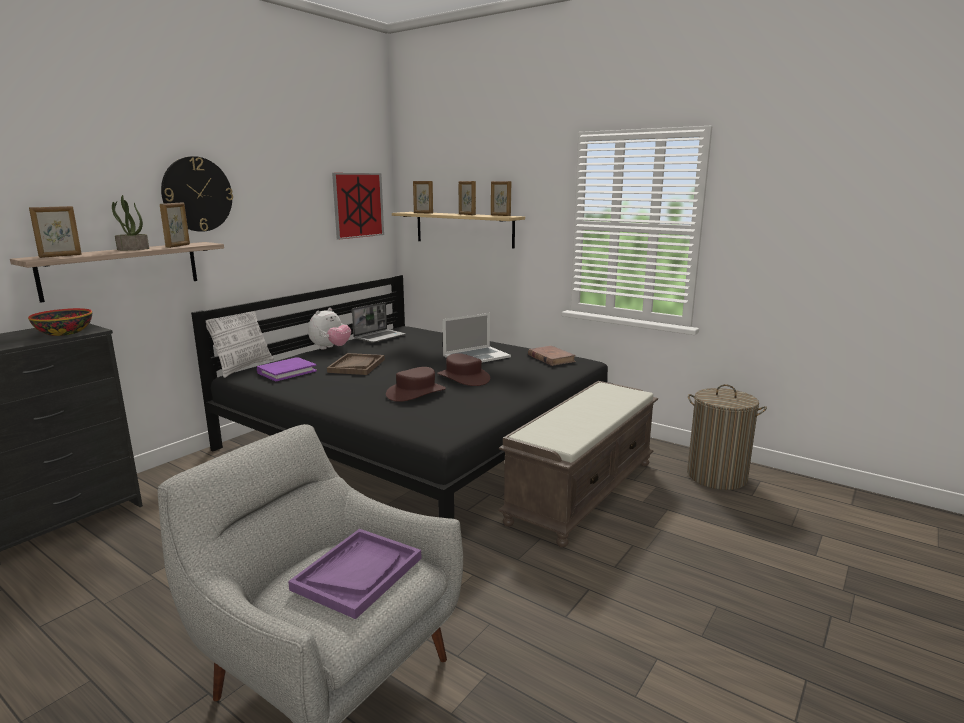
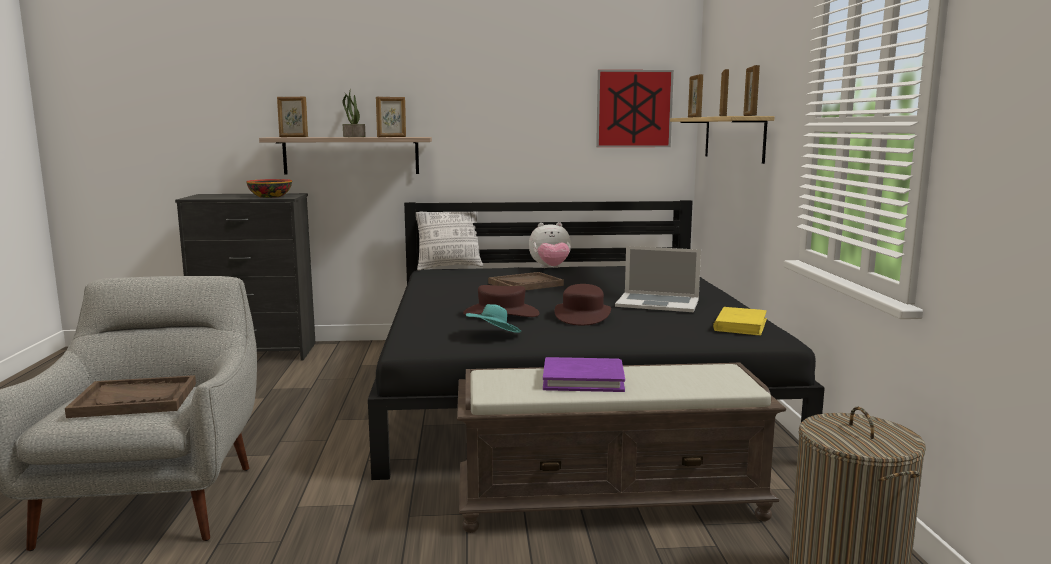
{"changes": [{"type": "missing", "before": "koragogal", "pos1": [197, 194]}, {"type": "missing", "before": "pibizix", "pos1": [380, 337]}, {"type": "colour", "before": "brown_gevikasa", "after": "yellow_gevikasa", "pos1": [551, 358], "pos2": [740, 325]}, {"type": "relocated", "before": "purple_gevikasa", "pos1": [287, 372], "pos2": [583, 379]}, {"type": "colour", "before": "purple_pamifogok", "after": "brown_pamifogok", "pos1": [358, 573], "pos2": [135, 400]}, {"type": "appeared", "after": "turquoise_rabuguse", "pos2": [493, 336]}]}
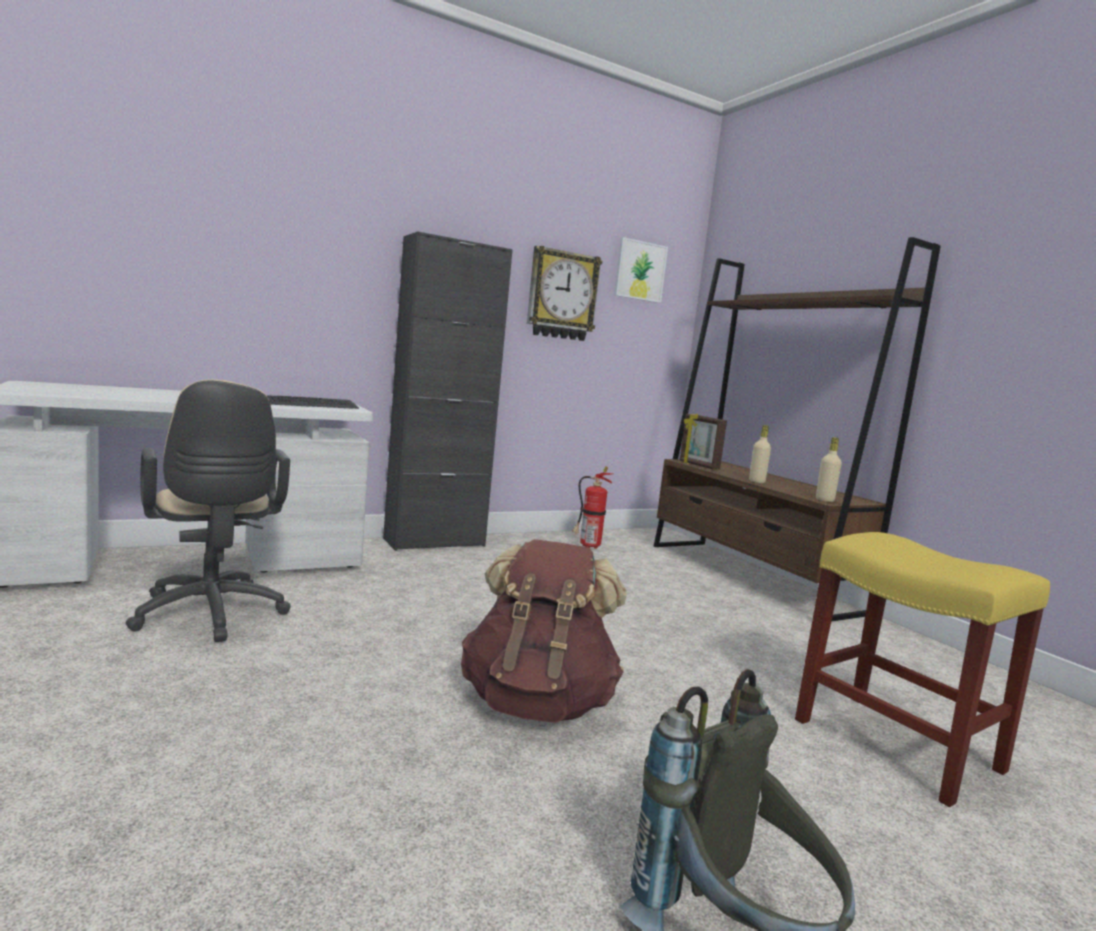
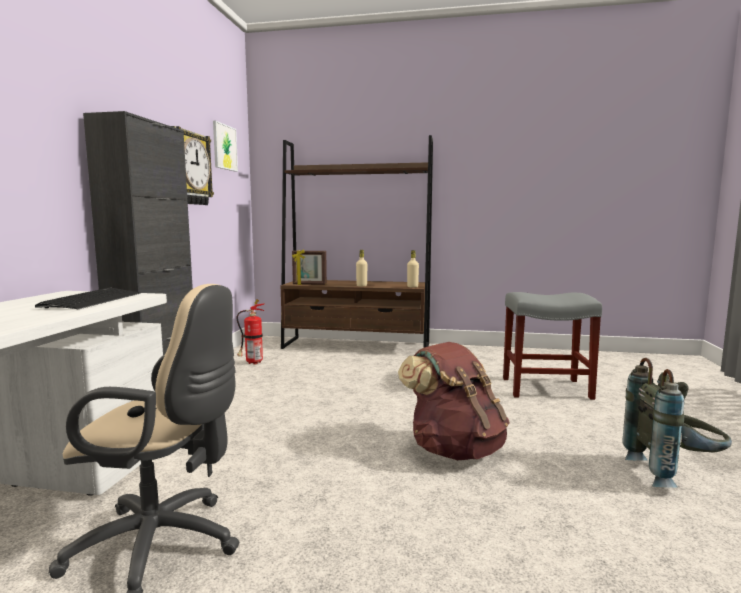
{"changes": [{"type": "colour", "before": "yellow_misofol", "after": "grey_misofol", "pos1": [893, 743], "pos2": [544, 388]}]}
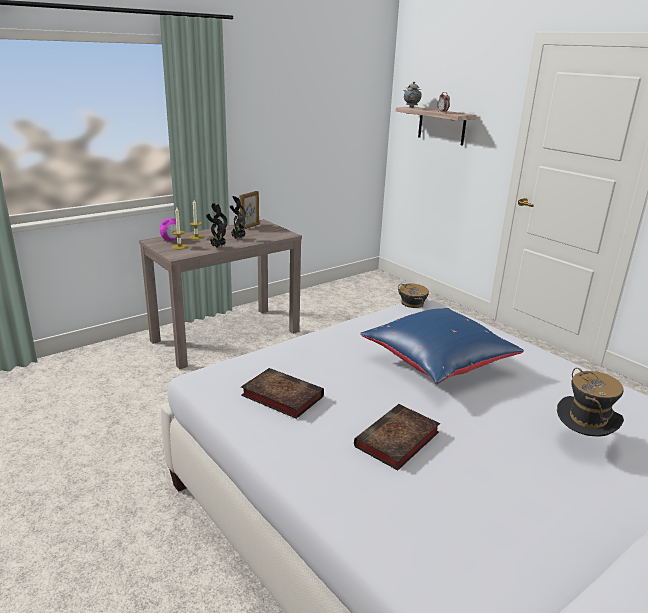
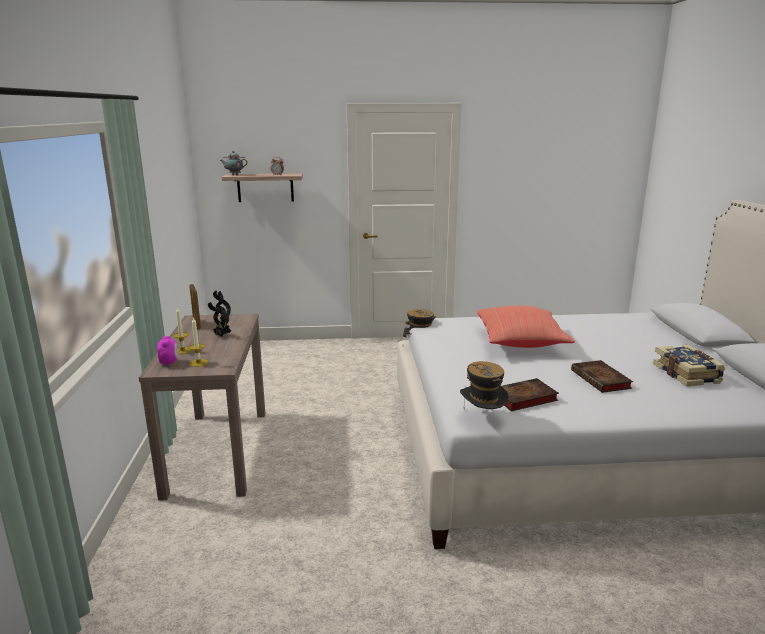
{"changes": [{"type": "missing", "before": "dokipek", "pos1": [218, 247]}, {"type": "colour", "before": "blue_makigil", "after": "red_makigil", "pos1": [439, 364], "pos2": [521, 342]}, {"type": "relocated", "before": "rabuguse", "pos1": [581, 444], "pos2": [482, 419]}, {"type": "appeared", "after": "gevikasa", "pos2": [687, 374]}]}
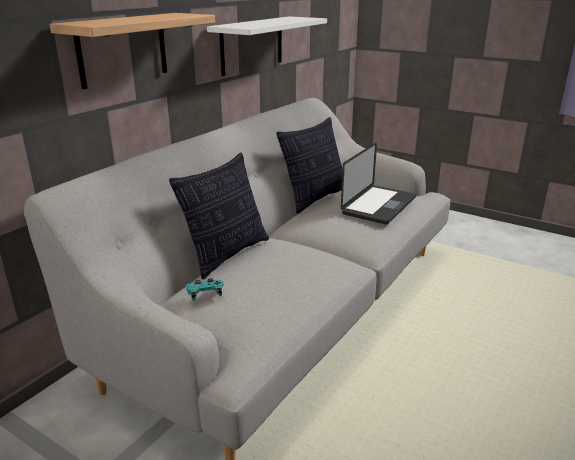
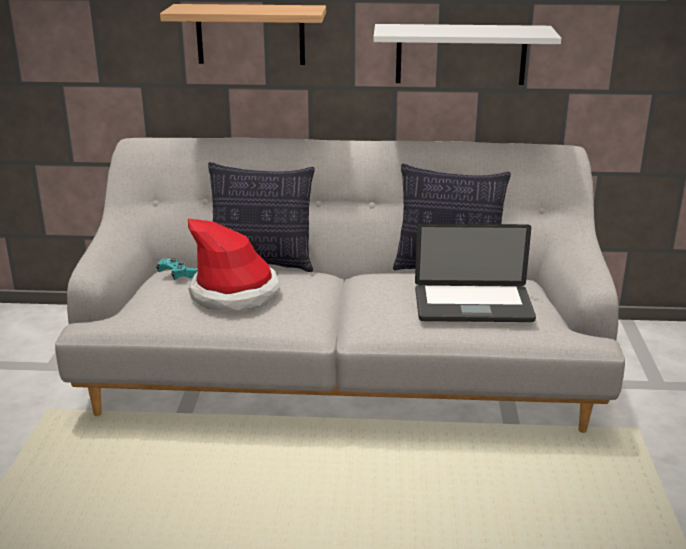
{"changes": [{"type": "appeared", "after": "rabuguse", "pos2": [235, 293]}]}
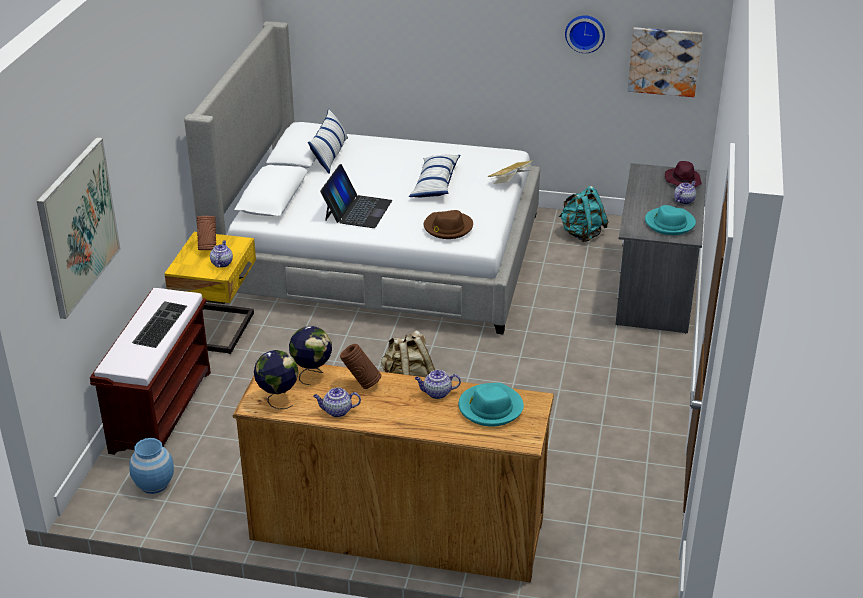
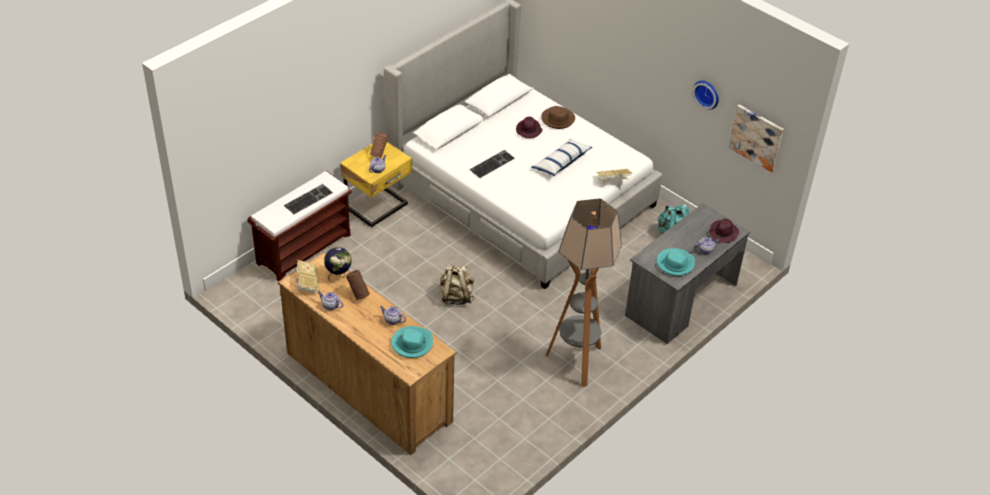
{"changes": [{"type": "missing", "before": "makigil", "pos1": [330, 155]}, {"type": "missing", "before": "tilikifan", "pos1": [78, 226]}, {"type": "exchanged", "before": "pibizix", "after": "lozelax", "pos1": [357, 210], "pos2": [492, 163]}, {"type": "relocated", "before": "brown_rabuguse", "pos1": [447, 227], "pos2": [557, 119]}, {"type": "exchanged", "before": "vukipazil", "after": "gevikasa", "pos1": [278, 398], "pos2": [307, 283]}, {"type": "missing", "before": "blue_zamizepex", "pos1": [154, 484]}, {"type": "appeared", "after": "purple_rabuguse", "pos2": [529, 130]}, {"type": "appeared", "after": "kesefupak", "pos2": [576, 362]}]}
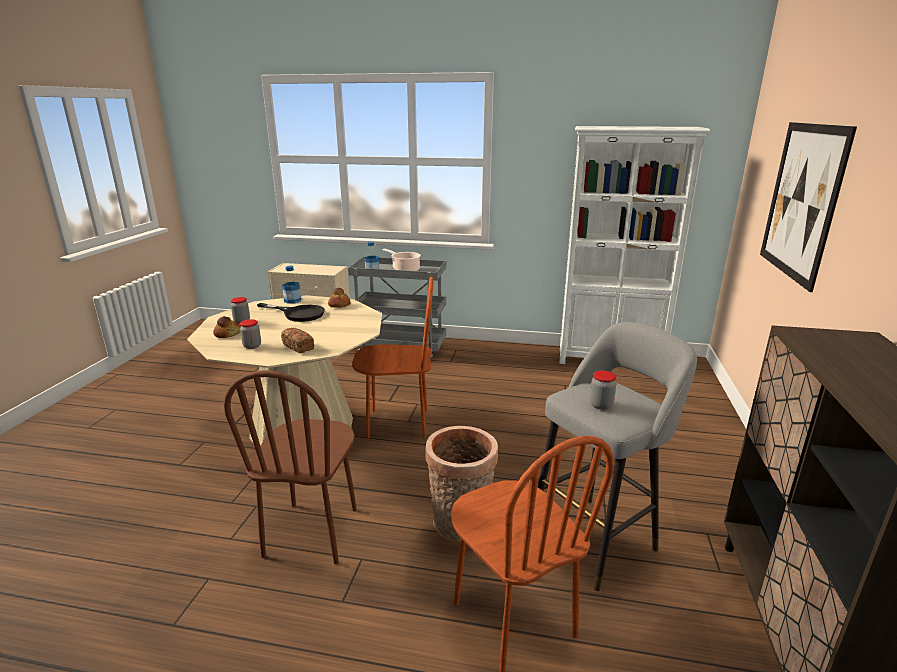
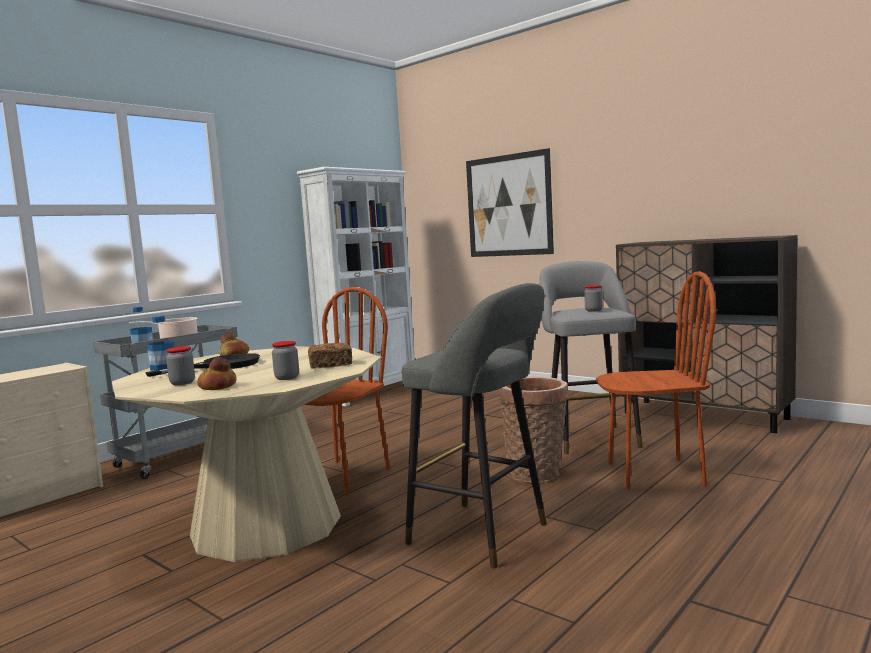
{"changes": [{"type": "exchanged", "before": "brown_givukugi", "after": "grey_misofol", "pos1": [312, 532], "pos2": [484, 535]}]}
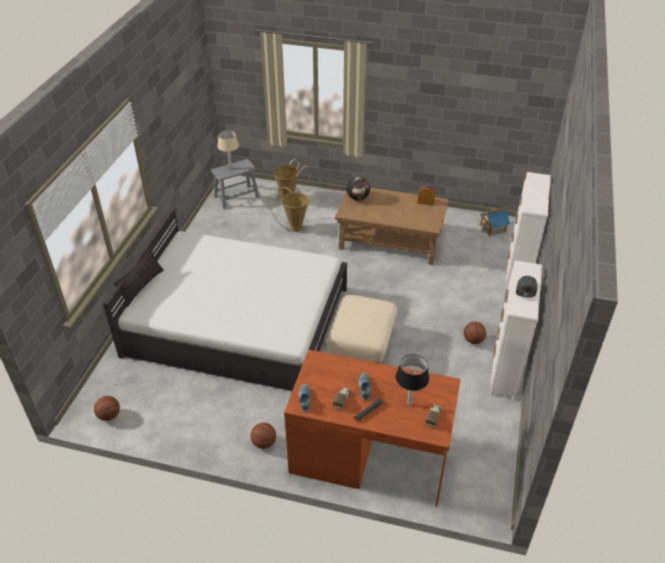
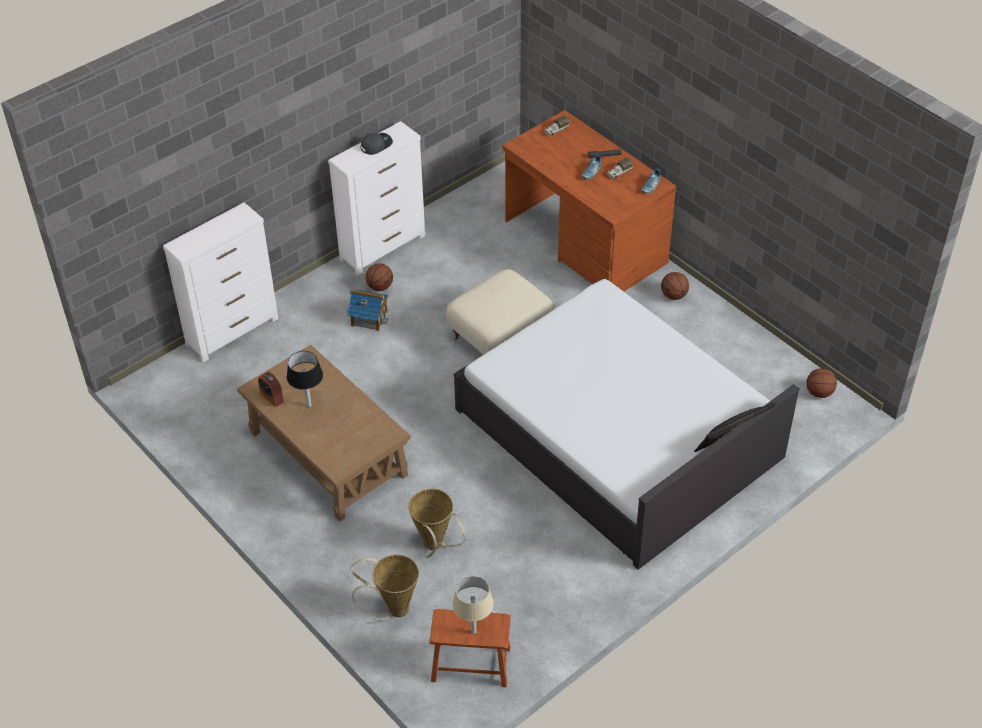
{"changes": [{"type": "colour", "before": "grey_misofol", "after": "brown_misofol", "pos1": [236, 196], "pos2": [471, 663]}, {"type": "missing", "before": "vukipazil", "pos1": [358, 198]}, {"type": "relocated", "before": "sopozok", "pos1": [493, 228], "pos2": [369, 318]}, {"type": "relocated", "before": "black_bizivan", "pos1": [409, 403], "pos2": [309, 405]}]}
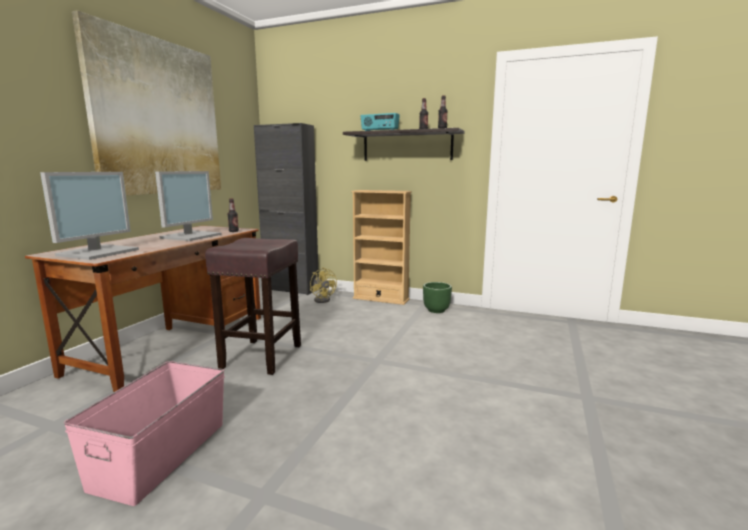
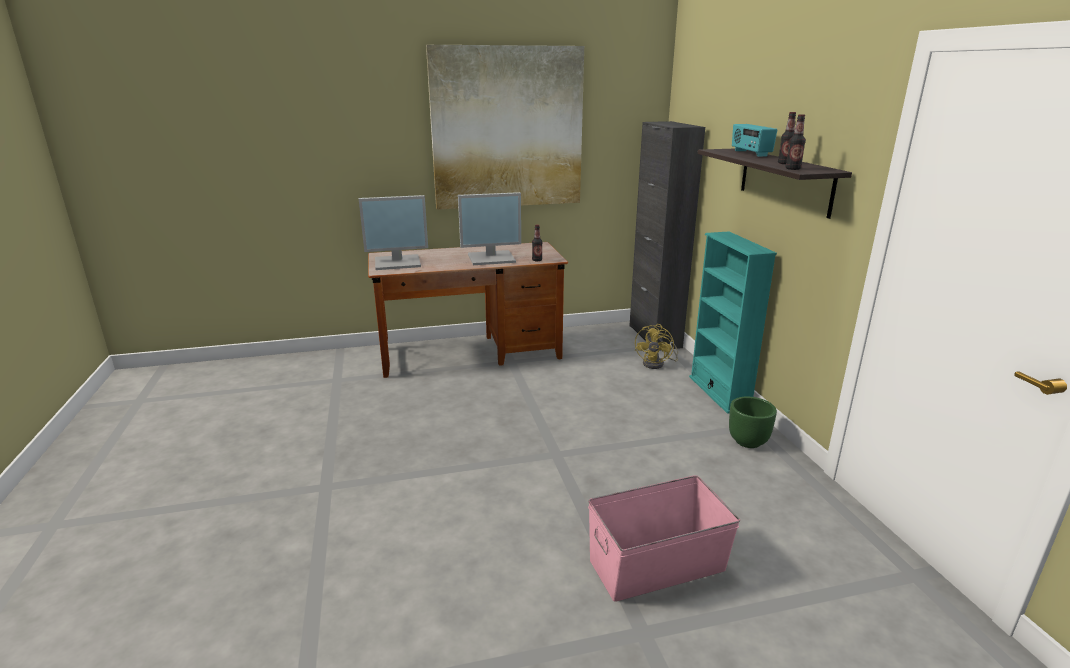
{"changes": [{"type": "colour", "before": "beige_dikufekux", "after": "turquoise_dikufekux", "pos1": [381, 299], "pos2": [719, 393]}, {"type": "missing", "before": "brown_misofol", "pos1": [261, 357]}, {"type": "relocated", "before": "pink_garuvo", "pos1": [162, 454], "pos2": [658, 565]}]}
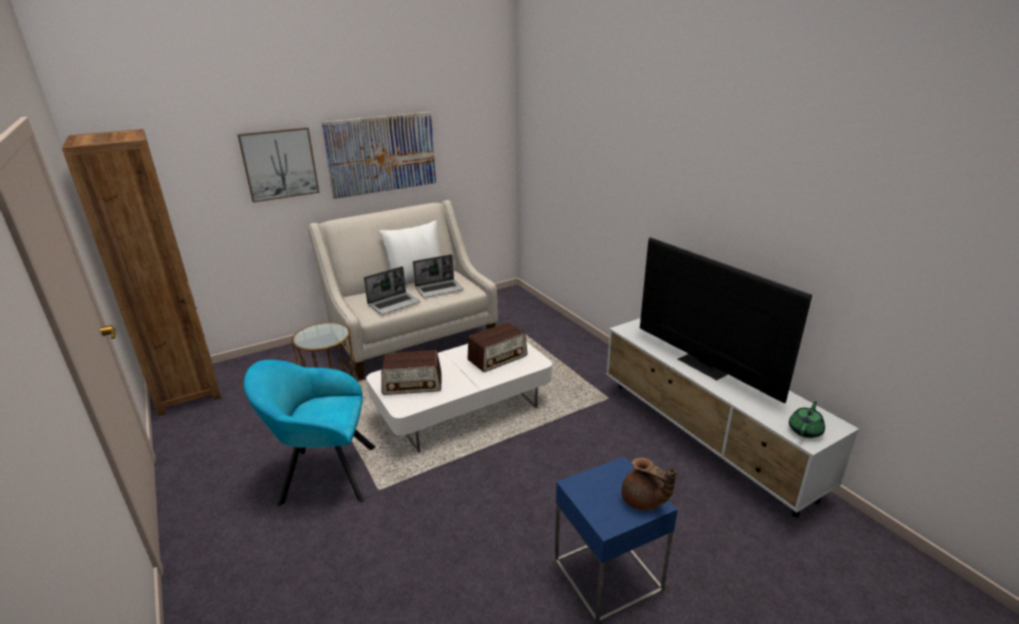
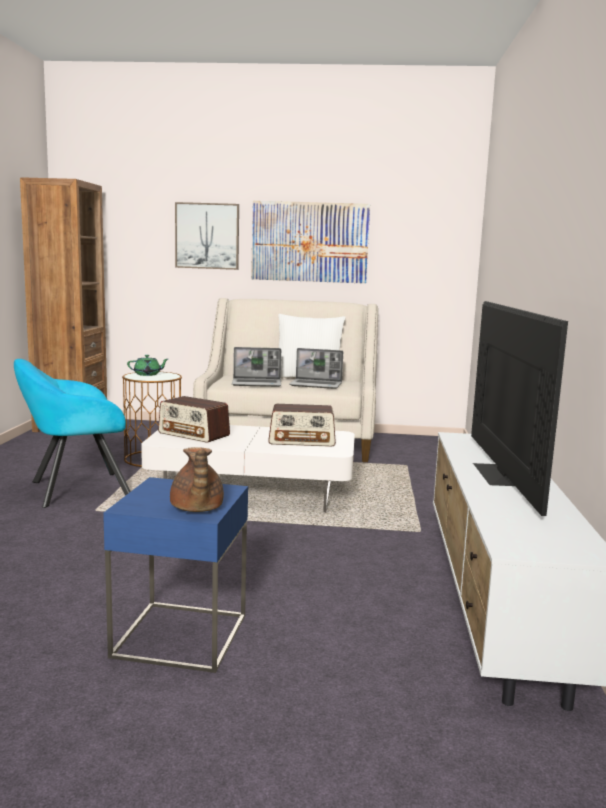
{"changes": [{"type": "spun", "before": "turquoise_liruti", "pos1": [323, 474], "pos2": [74, 489], "turn": -60}, {"type": "relocated", "before": "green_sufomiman", "pos1": [805, 430], "pos2": [148, 374]}]}
